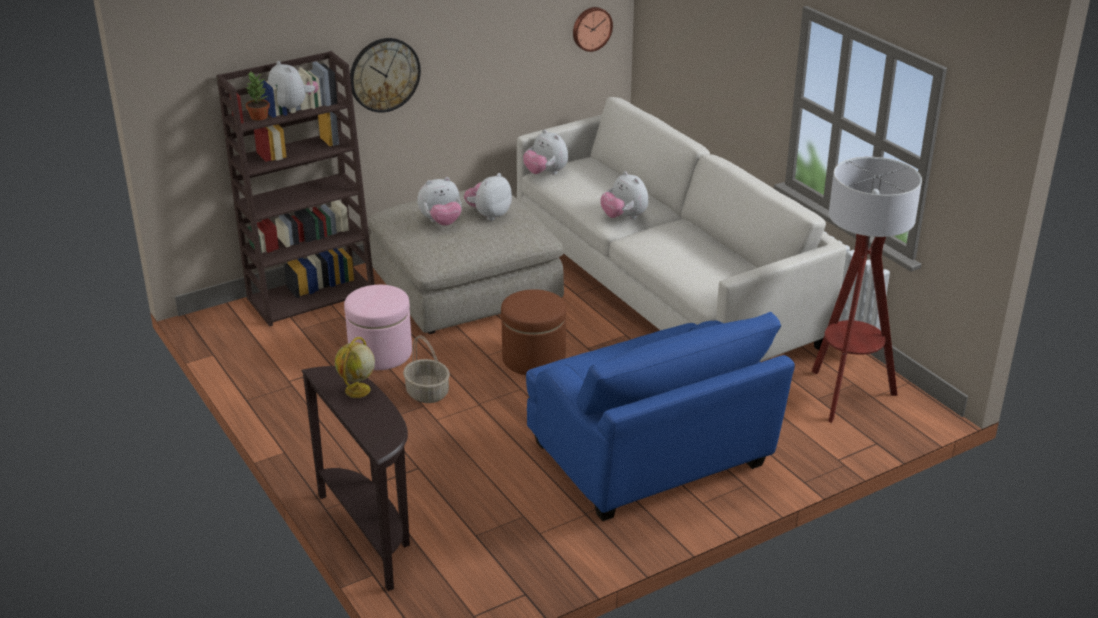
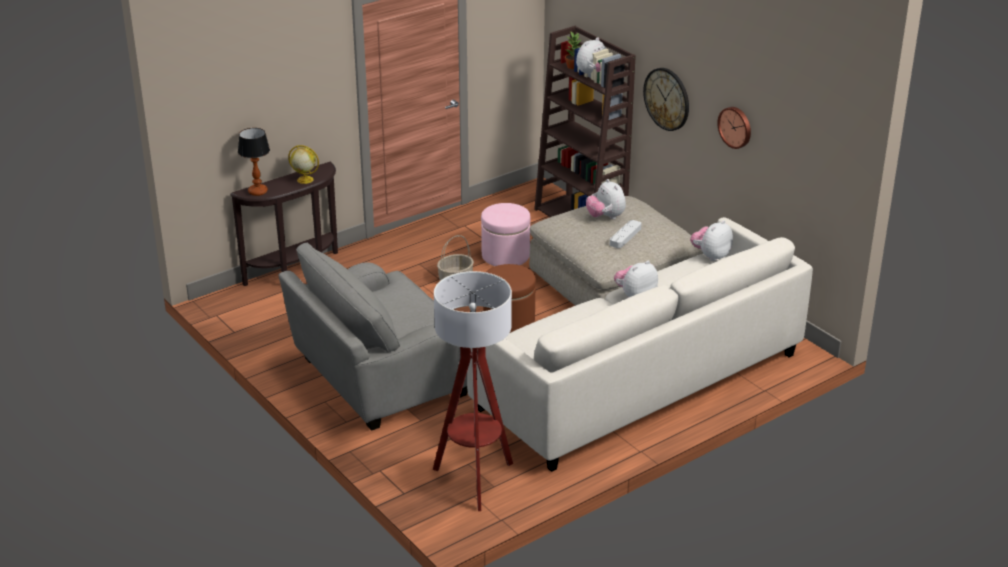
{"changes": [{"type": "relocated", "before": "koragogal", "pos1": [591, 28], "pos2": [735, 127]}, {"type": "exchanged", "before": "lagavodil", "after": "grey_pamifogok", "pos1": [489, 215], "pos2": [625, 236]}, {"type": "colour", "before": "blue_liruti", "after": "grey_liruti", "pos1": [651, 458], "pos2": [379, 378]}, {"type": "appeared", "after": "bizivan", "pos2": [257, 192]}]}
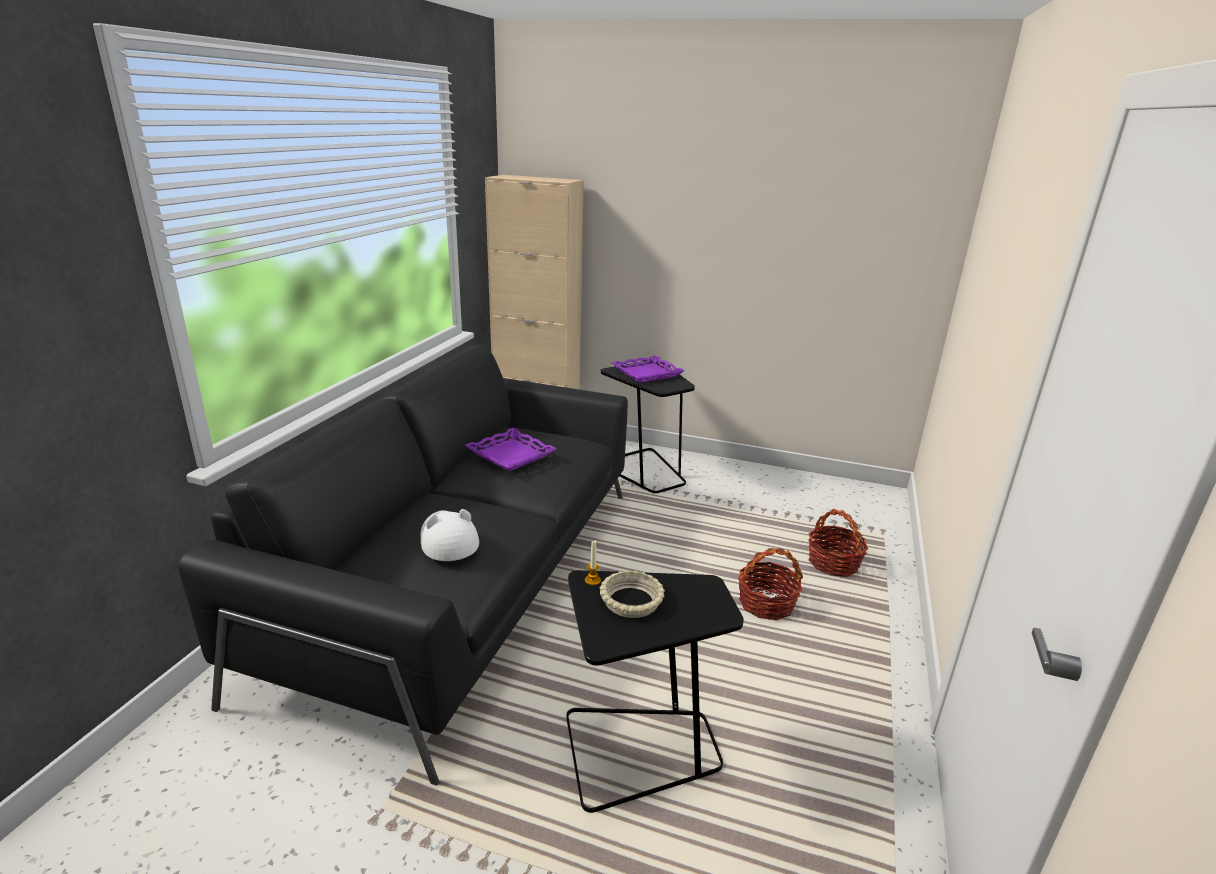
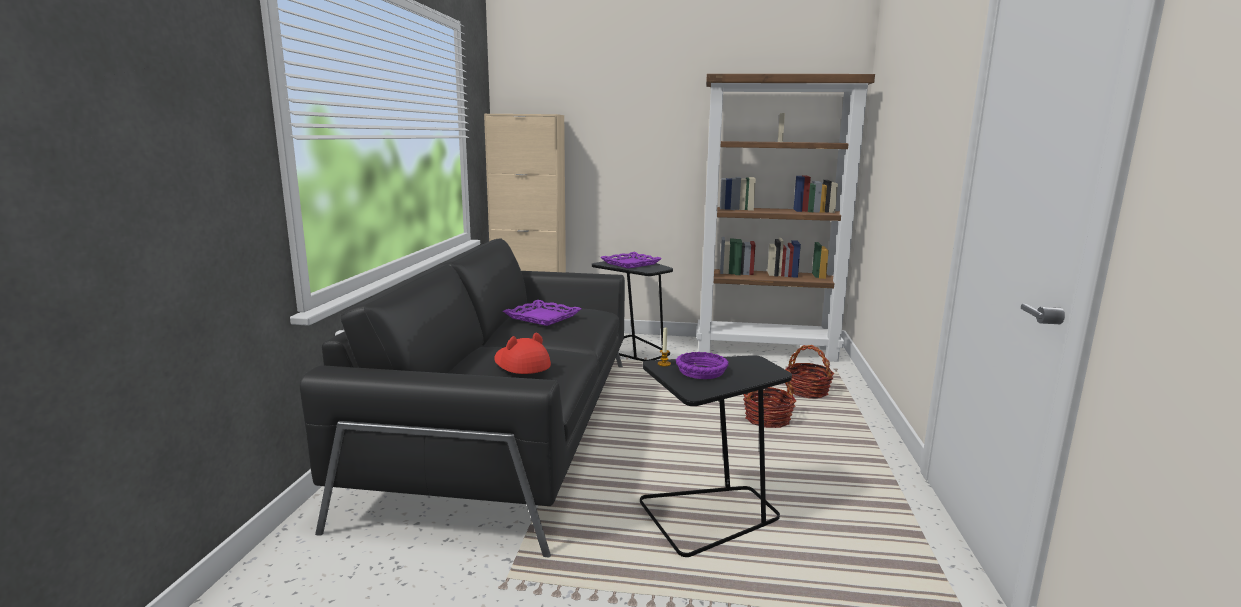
{"changes": [{"type": "colour", "before": "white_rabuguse", "after": "red_rabuguse", "pos1": [448, 540], "pos2": [521, 364]}, {"type": "colour", "before": "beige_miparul", "after": "purple_miparul", "pos1": [630, 601], "pos2": [700, 371]}, {"type": "appeared", "after": "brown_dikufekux", "pos2": [766, 350]}]}
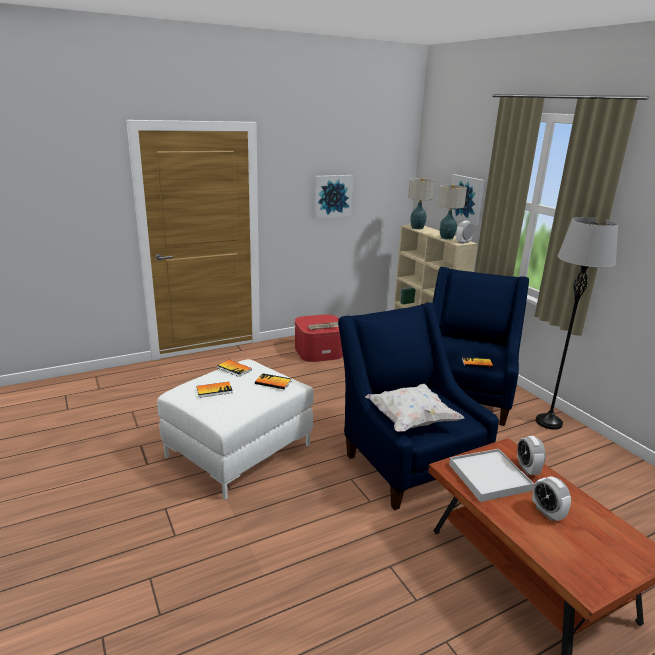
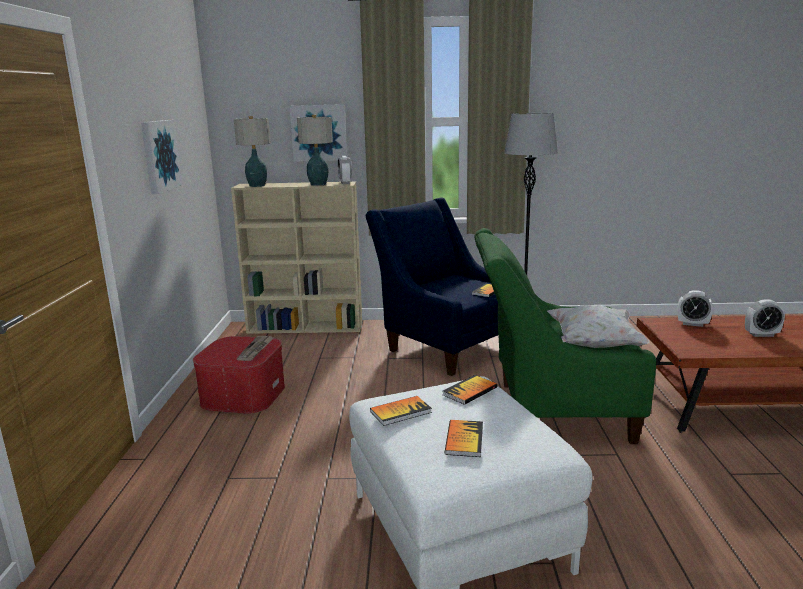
{"changes": [{"type": "colour", "before": "blue_liruti", "after": "green_liruti", "pos1": [406, 461], "pos2": [551, 411]}, {"type": "missing", "before": "white_pamifogok", "pos1": [489, 477]}]}
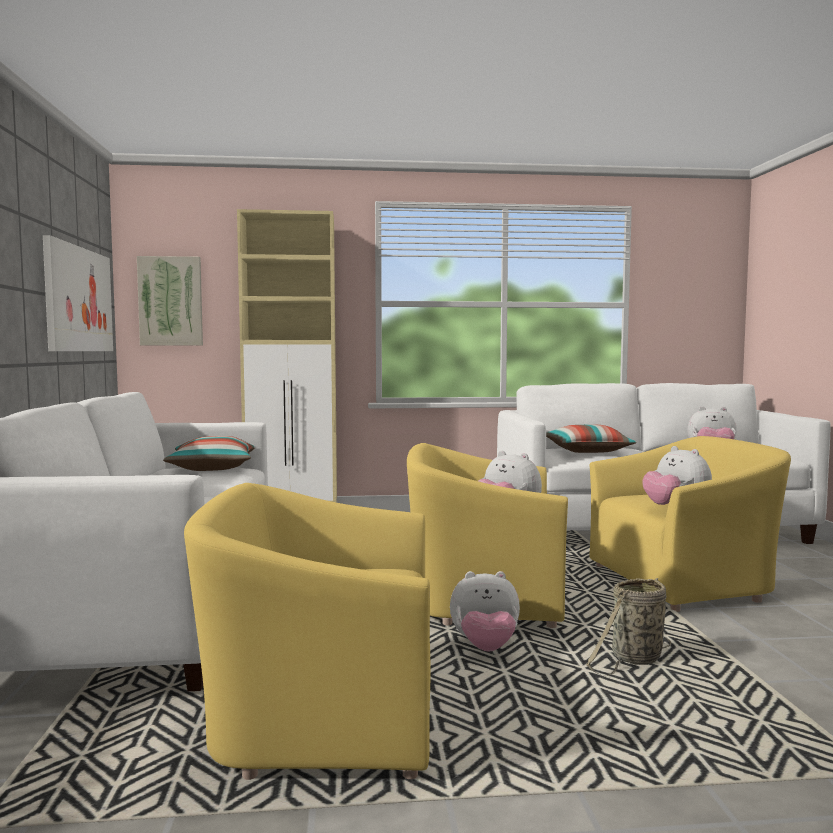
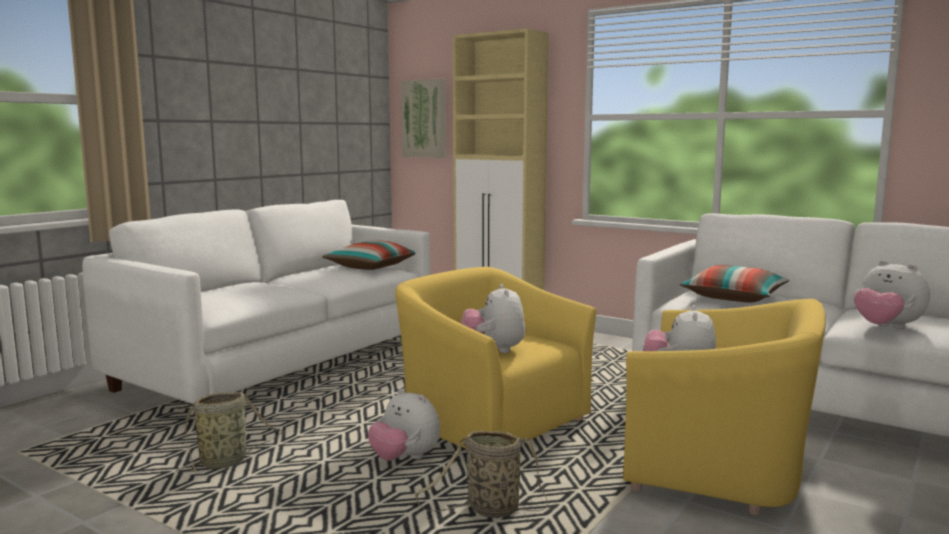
{"changes": [{"type": "missing", "before": "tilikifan", "pos1": [78, 299]}, {"type": "exchanged", "before": "yellow_liruti", "after": "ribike", "pos1": [323, 715], "pos2": [227, 461]}]}
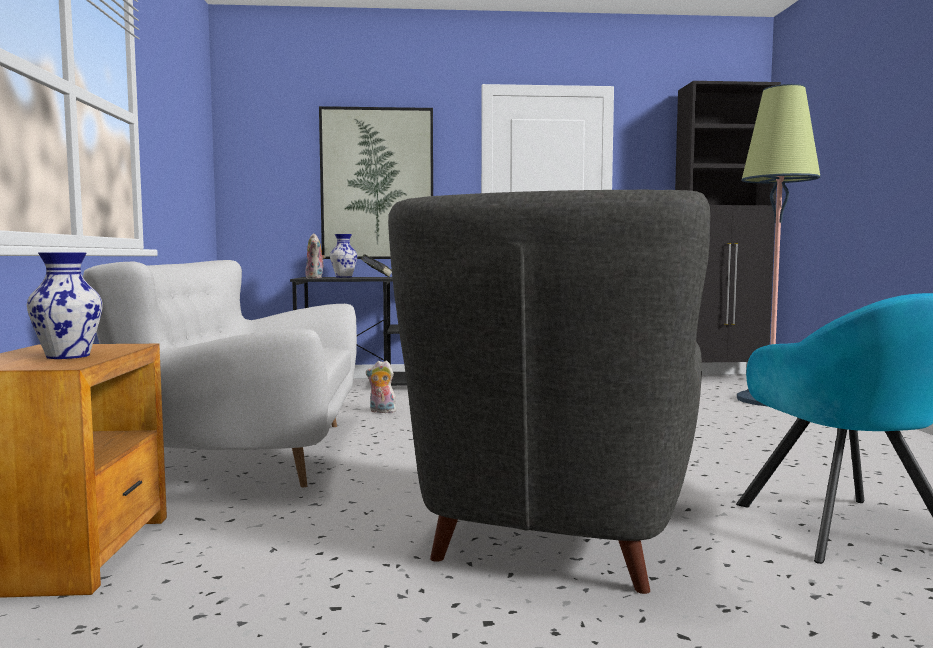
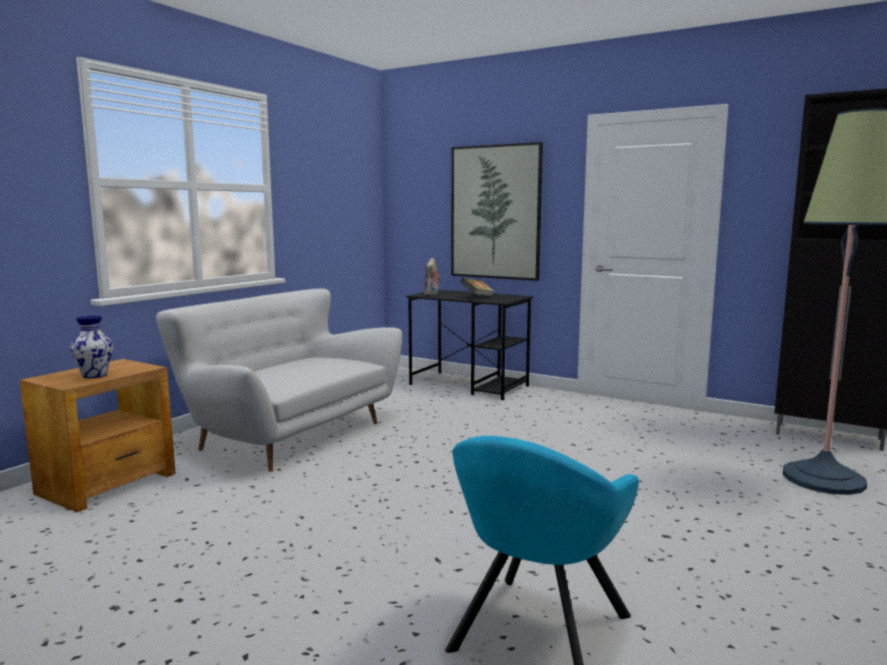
{"changes": [{"type": "missing", "before": "grey_liruti", "pos1": [556, 534]}, {"type": "missing", "before": "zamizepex", "pos1": [343, 277]}, {"type": "missing", "before": "lagavodil", "pos1": [381, 411]}]}
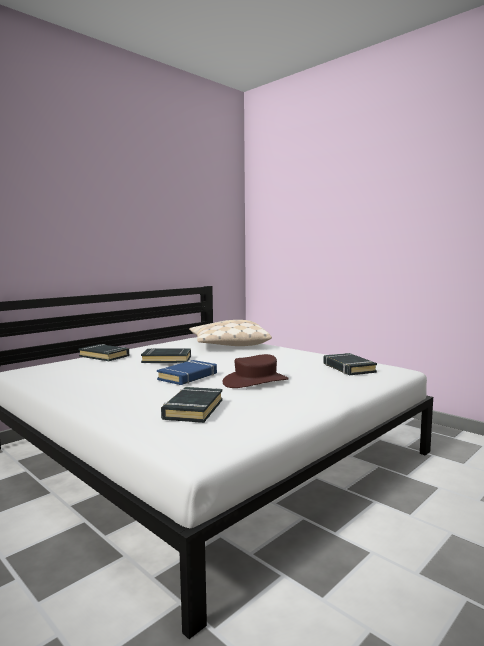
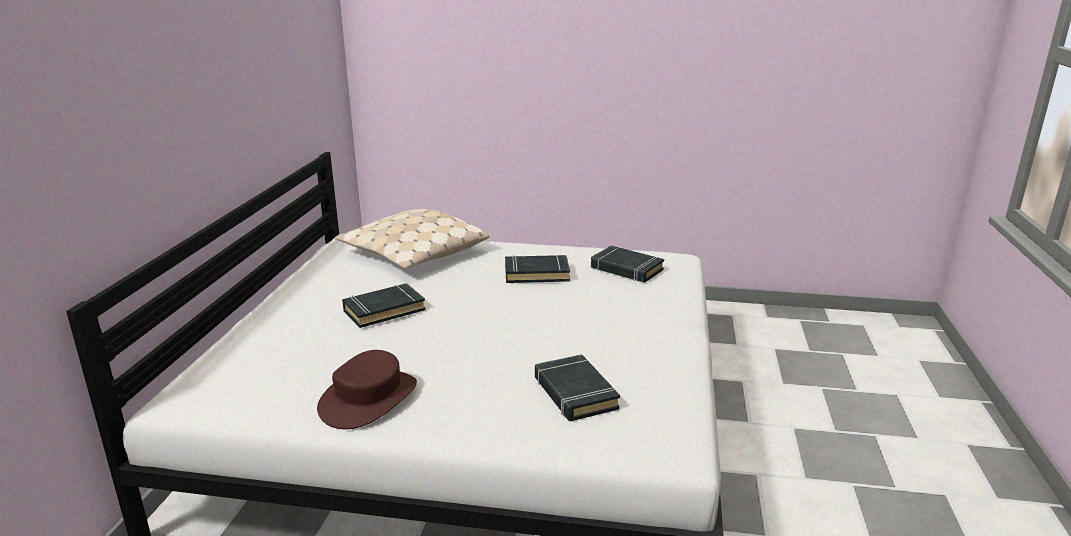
{"changes": [{"type": "relocated", "before": "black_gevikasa", "pos1": [104, 356], "pos2": [536, 274]}, {"type": "relocated", "before": "brown_rabuguse", "pos1": [255, 381], "pos2": [369, 399]}, {"type": "missing", "before": "blue_gevikasa", "pos1": [188, 376]}]}
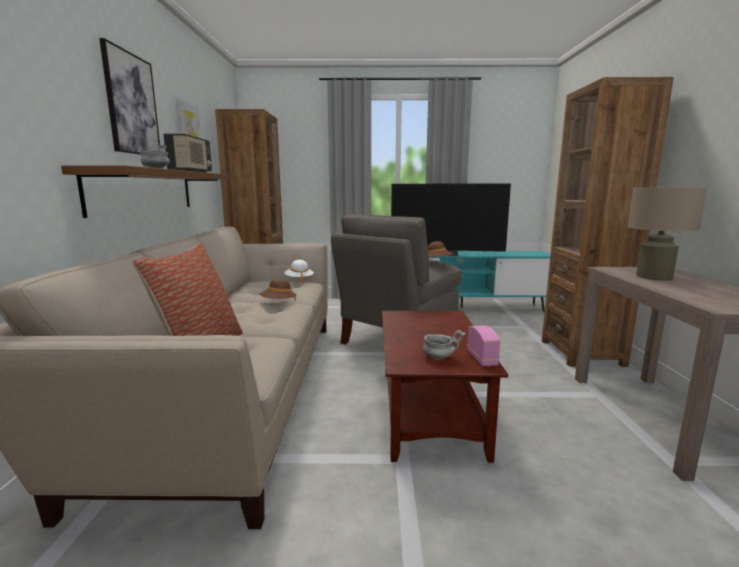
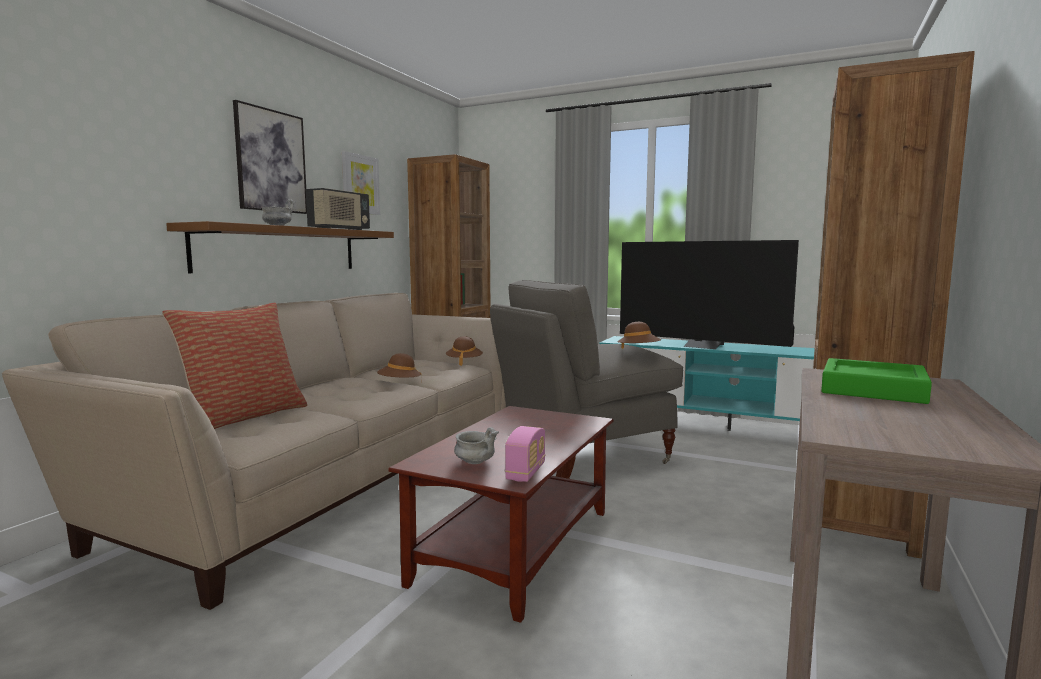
{"changes": [{"type": "exchanged", "before": "beige_bizivan", "after": "green_pamifogok", "pos1": [654, 277], "pos2": [872, 389]}, {"type": "colour", "before": "white_rabuguse", "after": "brown_rabuguse", "pos1": [299, 280], "pos2": [464, 362]}]}
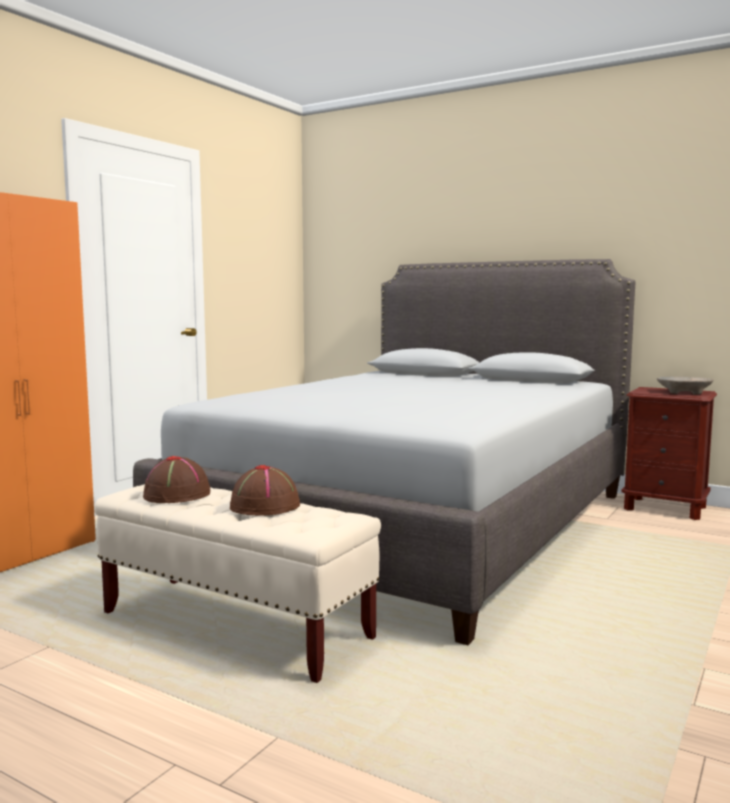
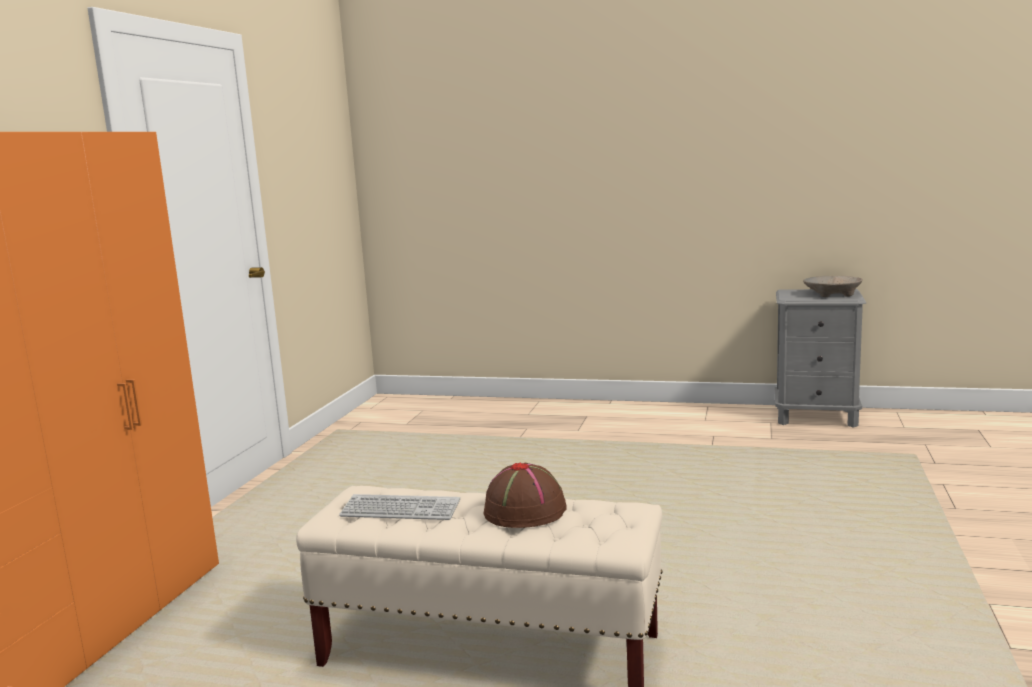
{"changes": [{"type": "missing", "before": "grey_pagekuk", "pos1": [415, 523]}, {"type": "colour", "before": "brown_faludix", "after": "grey_faludix", "pos1": [665, 508], "pos2": [816, 417]}, {"type": "exchanged", "before": "brown_rabuguse", "after": "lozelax", "pos1": [177, 494], "pos2": [400, 509]}]}
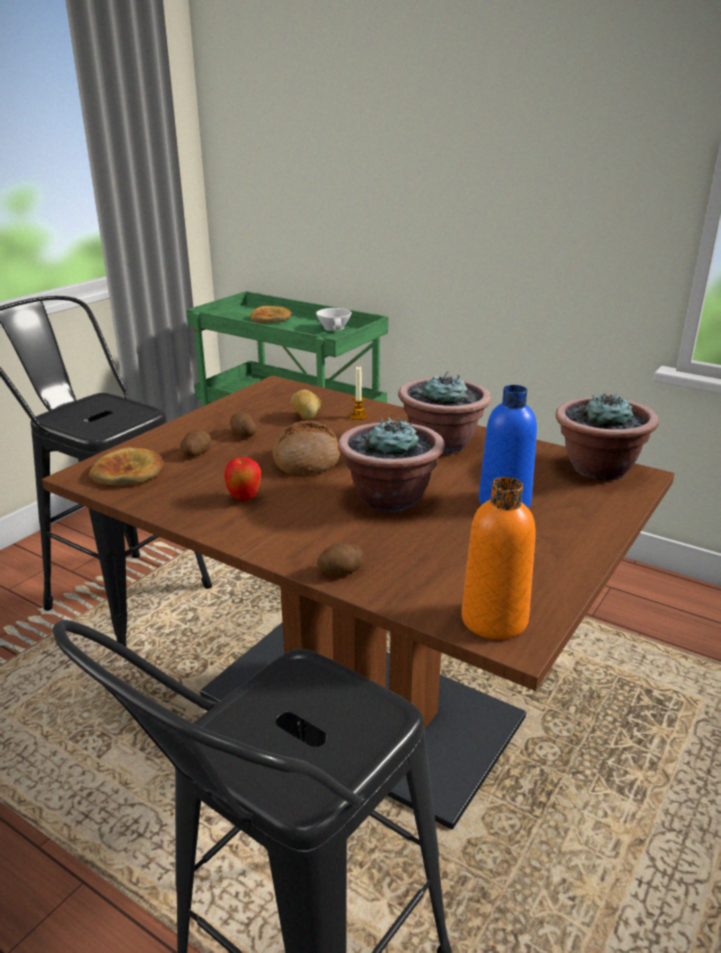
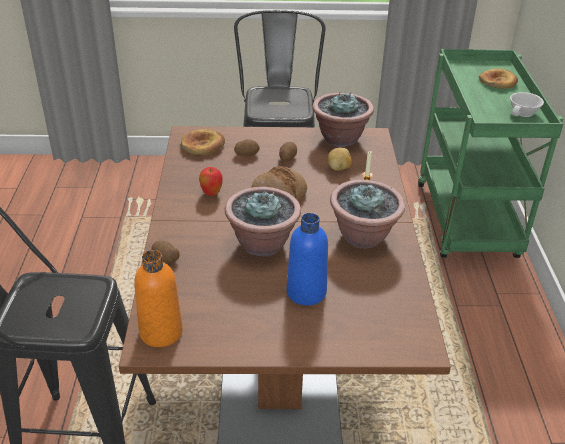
{"changes": [{"type": "relocated", "before": "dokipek", "pos1": [597, 469], "pos2": [340, 139]}]}
